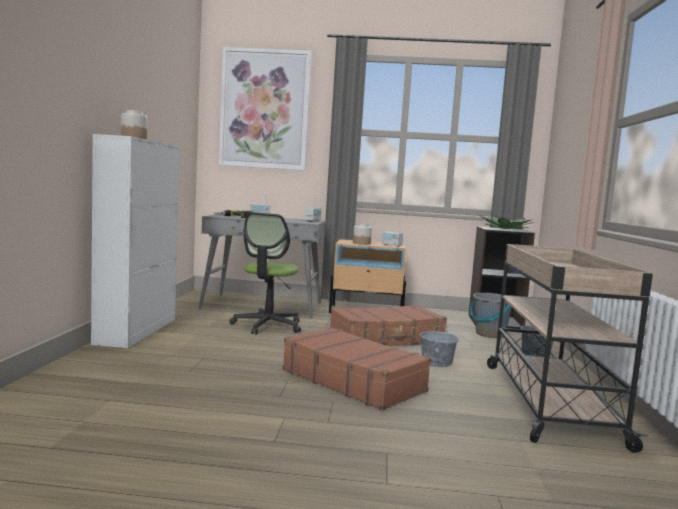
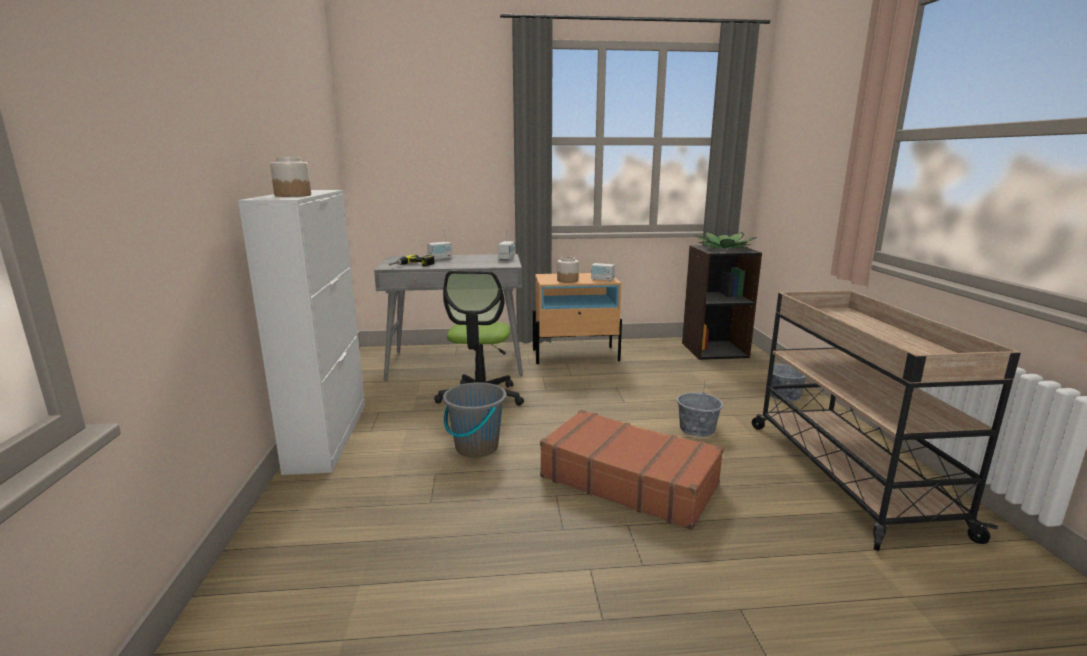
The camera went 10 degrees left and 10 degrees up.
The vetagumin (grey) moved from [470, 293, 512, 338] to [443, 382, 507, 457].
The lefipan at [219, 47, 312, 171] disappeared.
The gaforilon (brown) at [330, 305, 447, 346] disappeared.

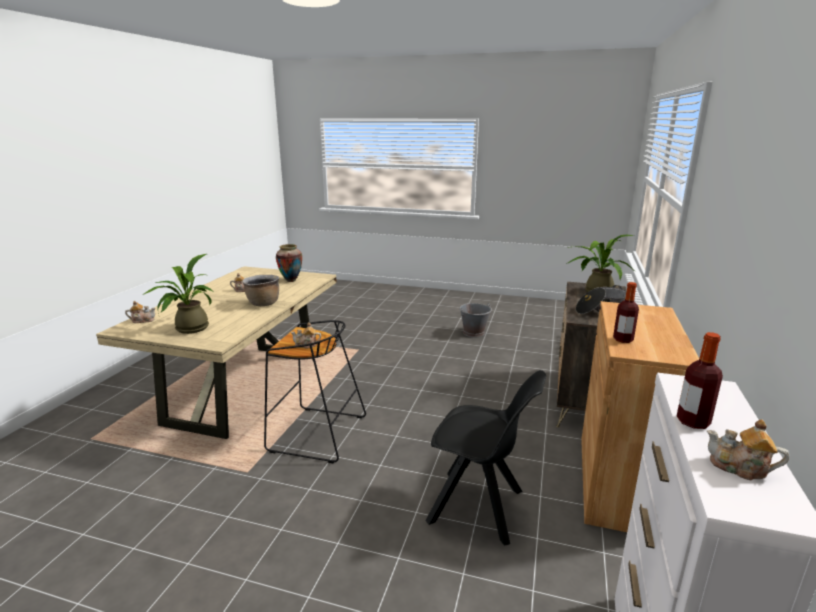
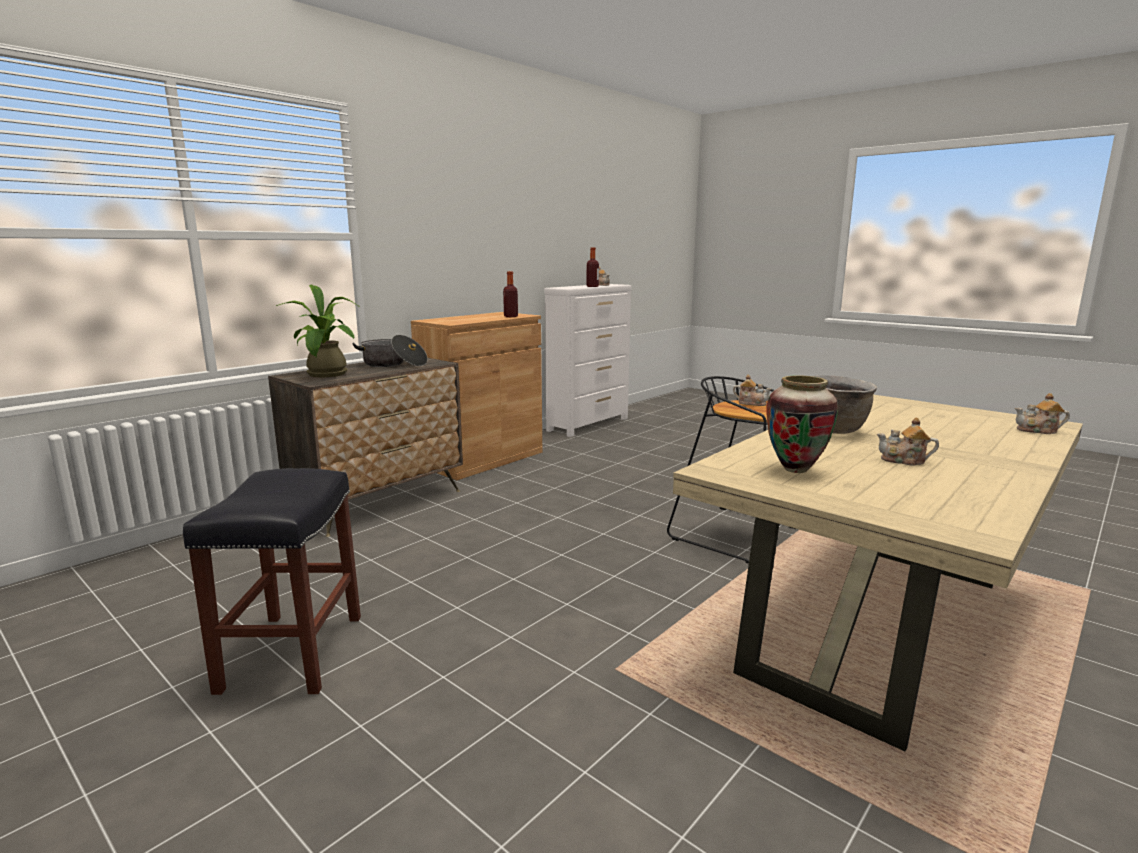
The camera went 155 degrees left and 5 degrees down.
The vetagumin (grey) at [460, 303, 492, 337] was replaced by the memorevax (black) at [183, 468, 361, 695].
The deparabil at [142, 254, 214, 334] disappeared.
The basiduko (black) at [425, 370, 546, 546] disappeared.

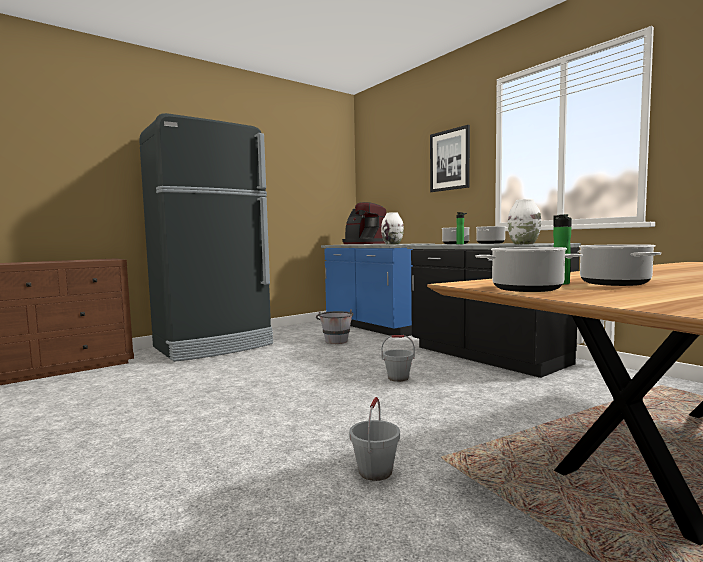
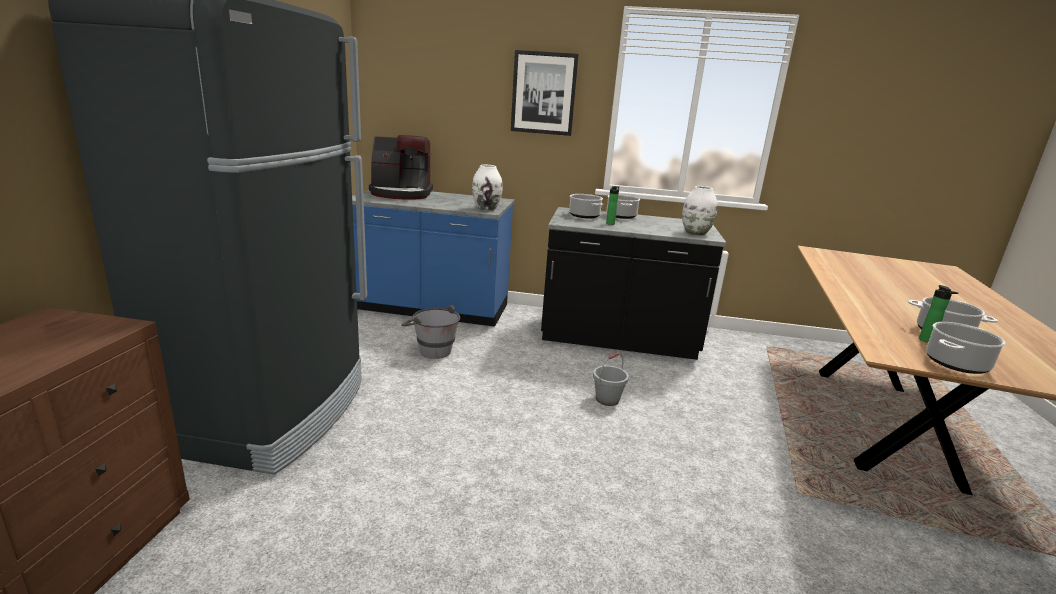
The camera went 45 degrees left and 15 degrees up.
The vetagumin (grey) at [349, 397, 400, 481] disappeared.

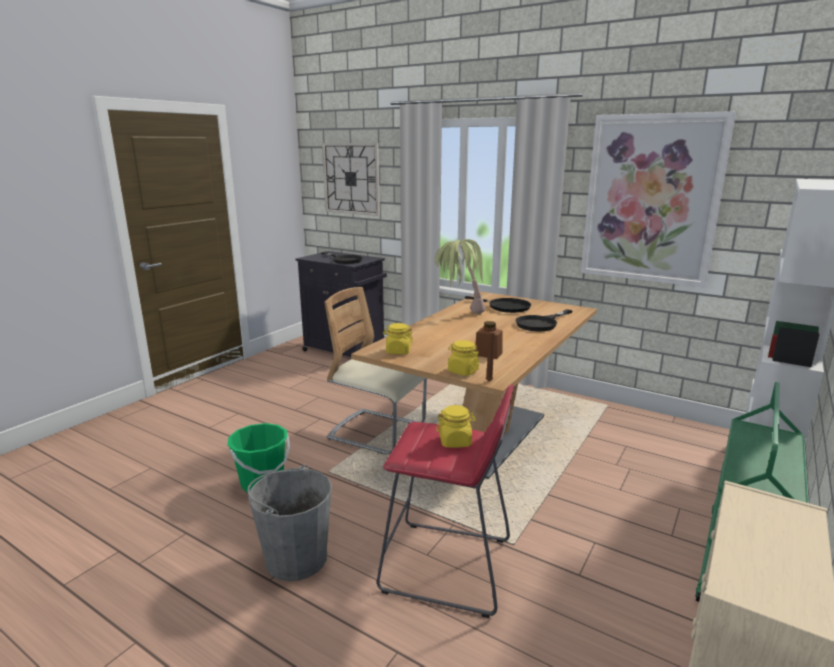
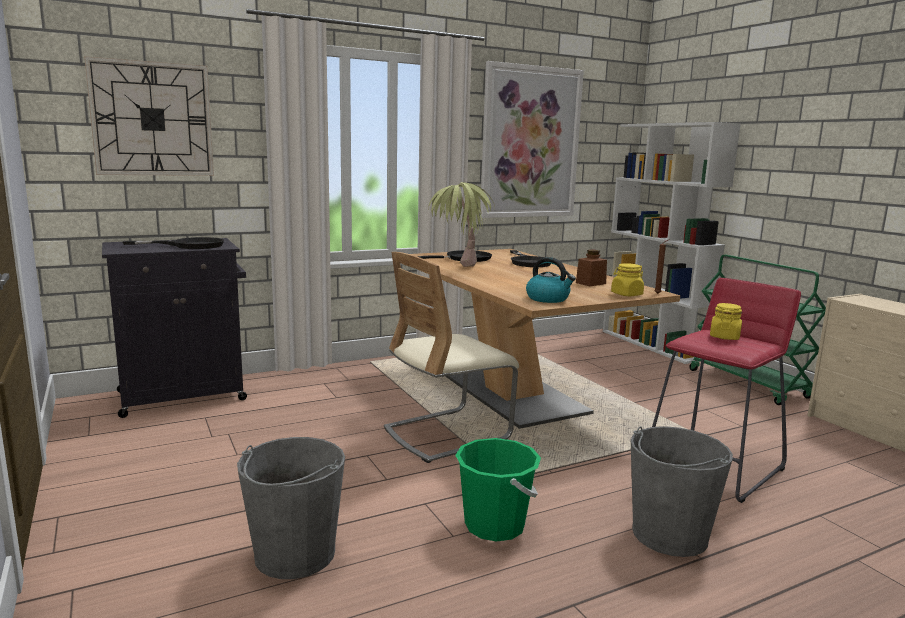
The camera went 60 degrees left and 5 degrees down.
The vetagumin (grey) at [237, 437, 345, 579] appeared.
The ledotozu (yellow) at [383, 323, 413, 354] was replaced by the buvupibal at [526, 257, 576, 303].

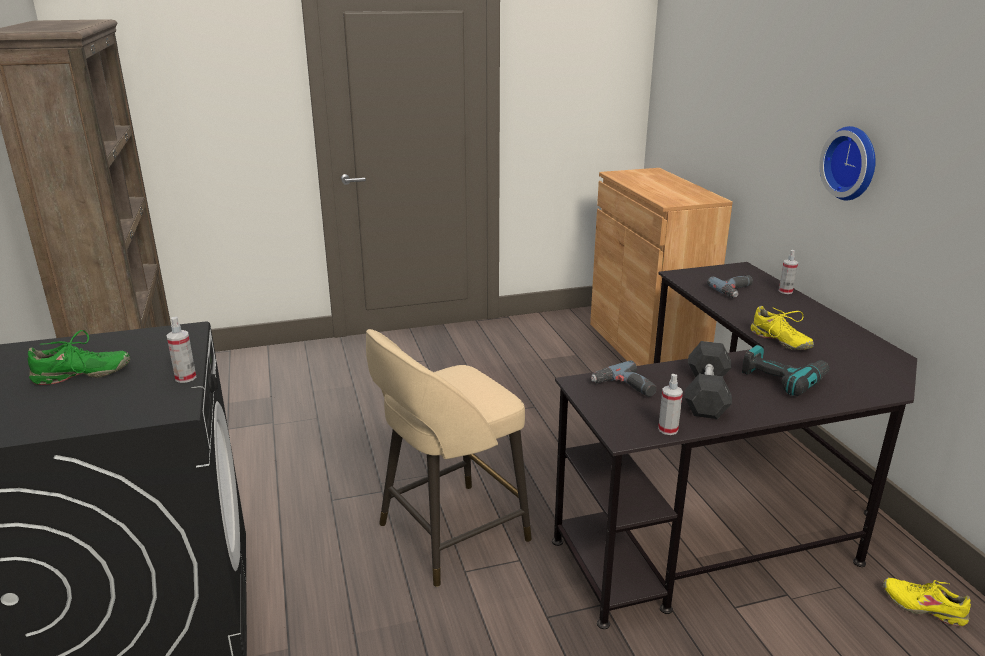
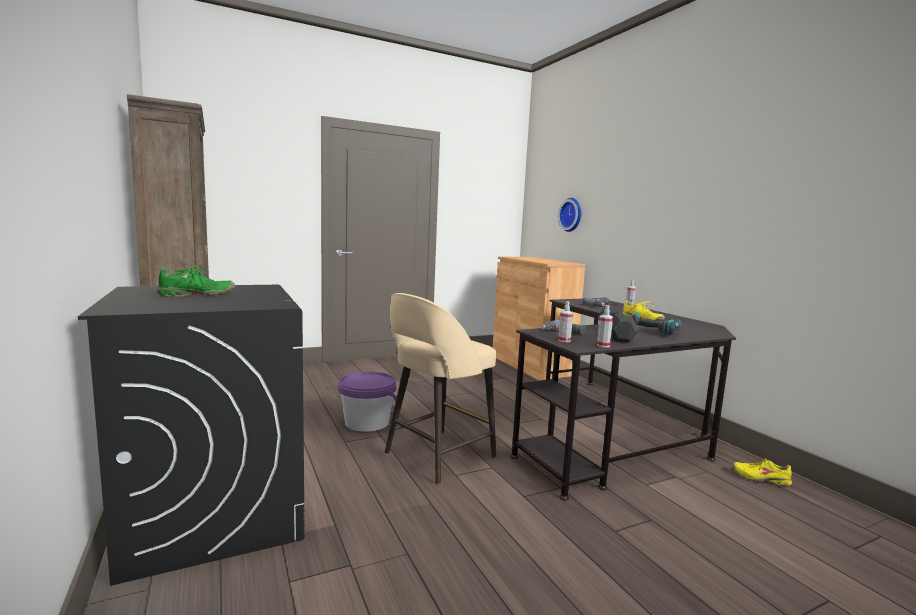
The camera went 10 degrees left and 15 degrees down.
The vetagumin (purple) at [338, 372, 397, 432] appeared.
The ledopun moved from [819, 126, 876, 201] to [558, 198, 582, 232].
The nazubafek moved from [166, 317, 196, 383] to [558, 301, 573, 342].

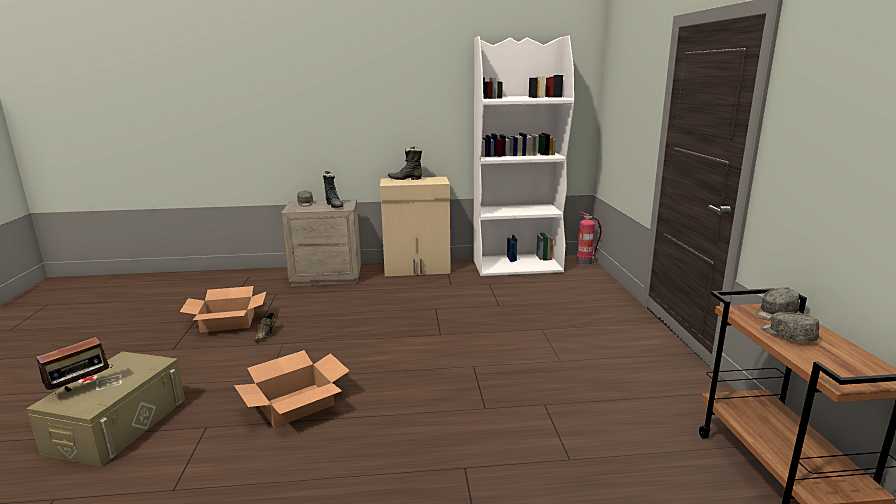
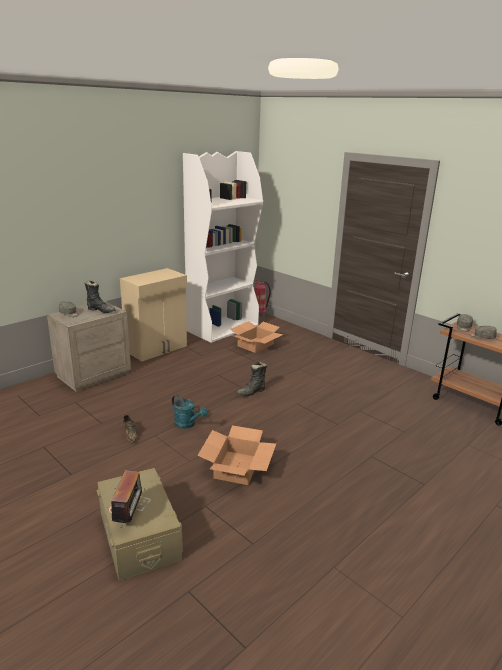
The camera went 40 degrees left and 5 degrees up.
The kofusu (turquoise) at [172, 395, 208, 429] appeared.
The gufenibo moved from [180, 286, 266, 332] to [230, 321, 283, 353].
The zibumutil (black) moved from [388, 146, 422, 180] to [236, 361, 267, 396].

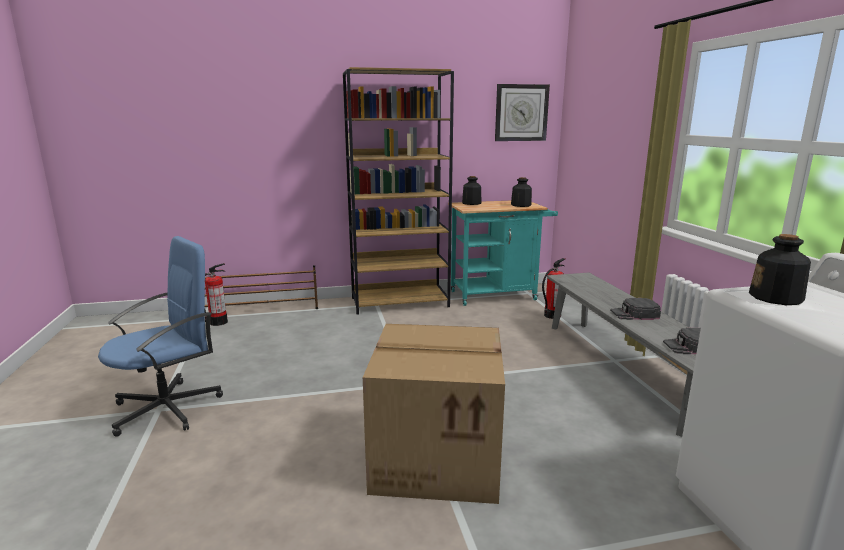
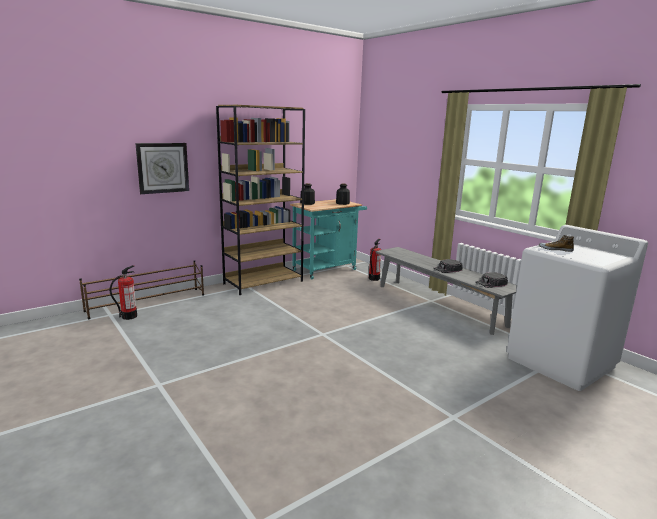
The camera went 25 degrees left and 0 degrees up.
The ledopun moved from [495, 84, 550, 141] to [135, 143, 189, 194].
The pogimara at [749, 234, 811, 305] was replaced by the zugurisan at [539, 235, 574, 252].
The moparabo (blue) at [98, 236, 223, 437] disappeared.
The gufenibo at [363, 324, 505, 504] disappeared.

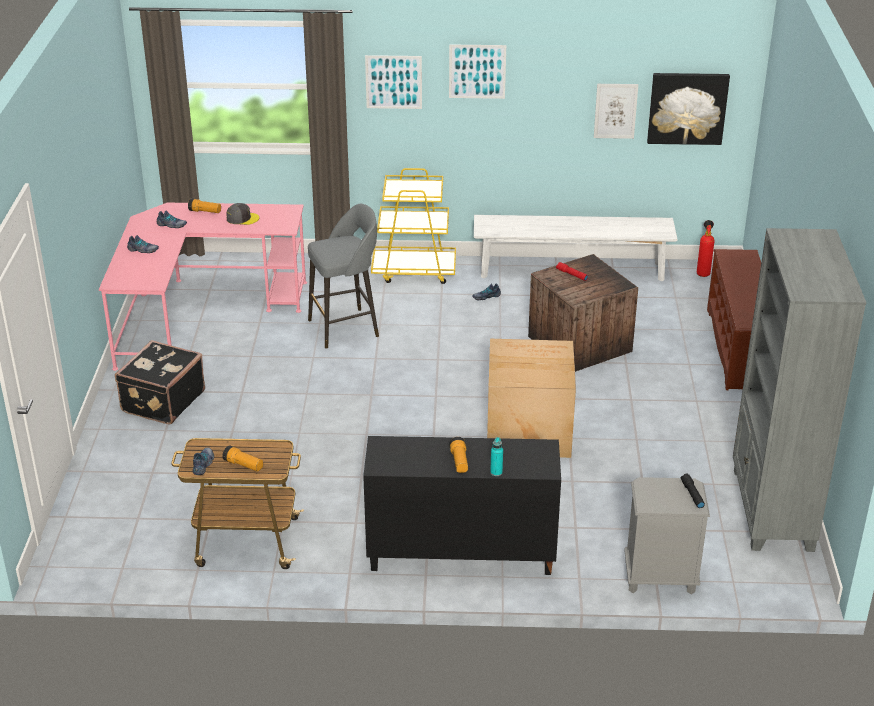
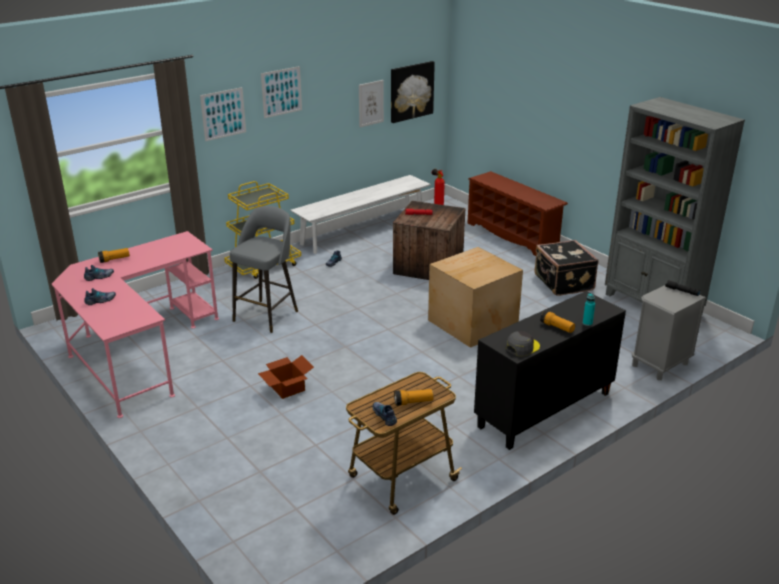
The camera went 40 degrees left and 5 degrees down.
The gufenibo at [258, 355, 314, 399] appeared.
The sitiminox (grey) moved from [226, 203, 259, 225] to [506, 331, 540, 356].
The gaforilon (black) moved from [115, 340, 205, 424] to [534, 240, 599, 296].

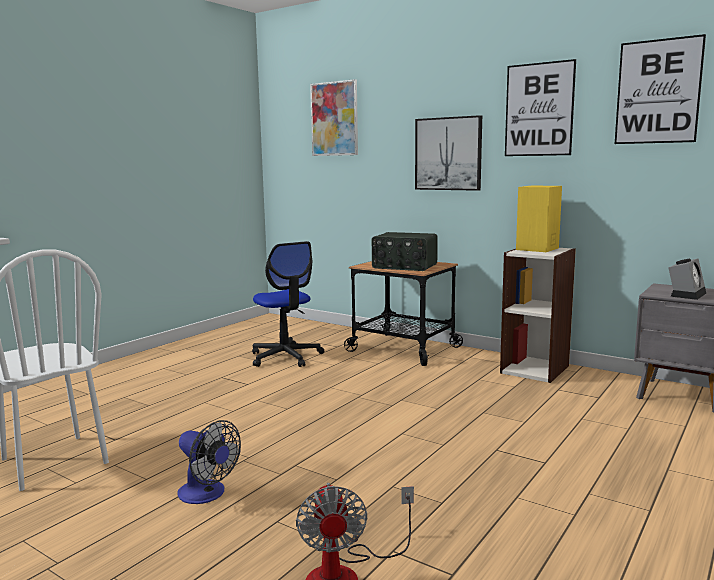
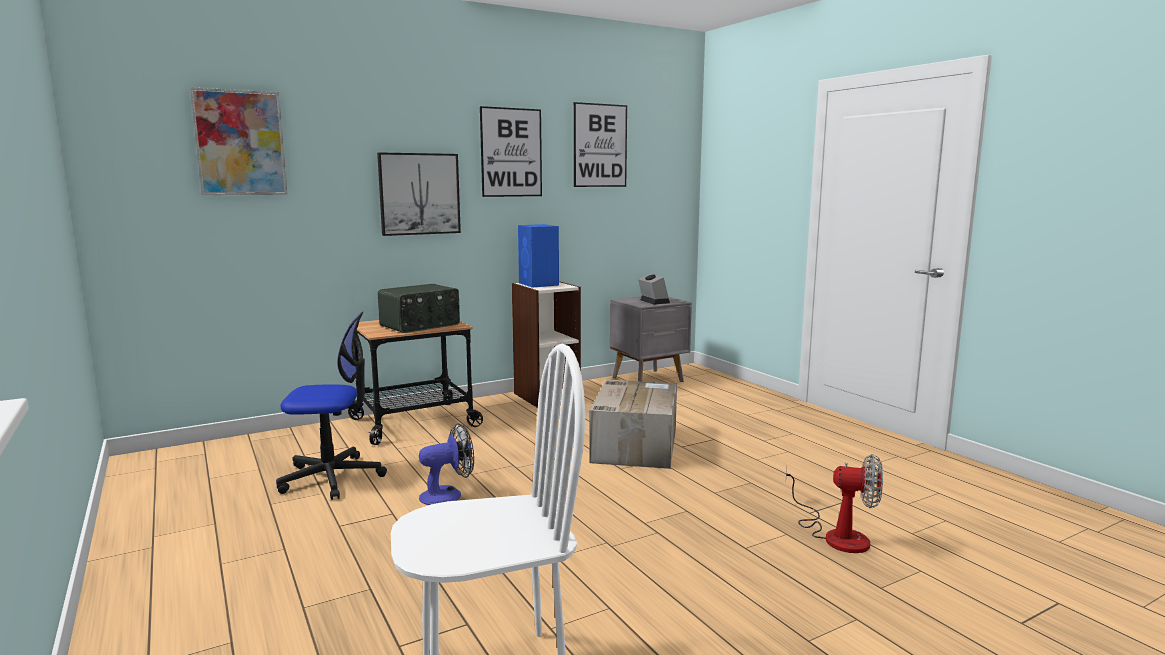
The camera went 65 degrees left and 0 degrees up.
The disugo moved from [177, 420, 241, 504] to [419, 423, 474, 505].
The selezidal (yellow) at [516, 186, 562, 252] became the selezidal (blue) at [518, 224, 559, 288].
The gufenibo at [589, 380, 677, 469] appeared.

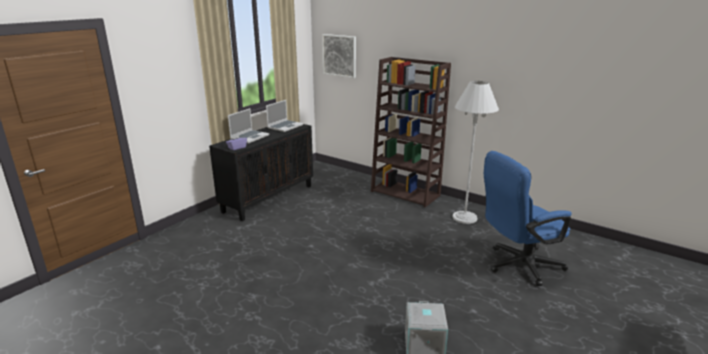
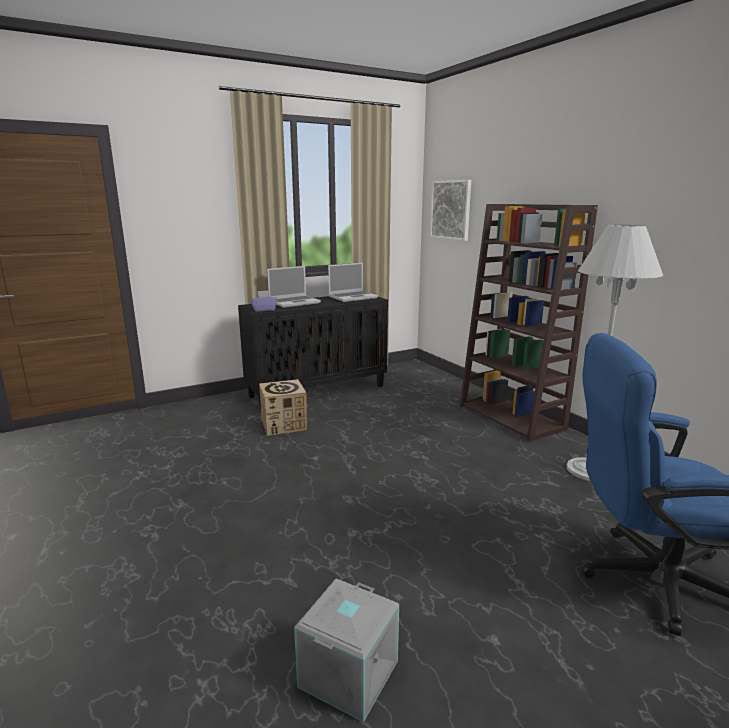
The camera went 25 degrees right and 5 degrees down.
The gufenibo at [259, 379, 307, 436] appeared.

